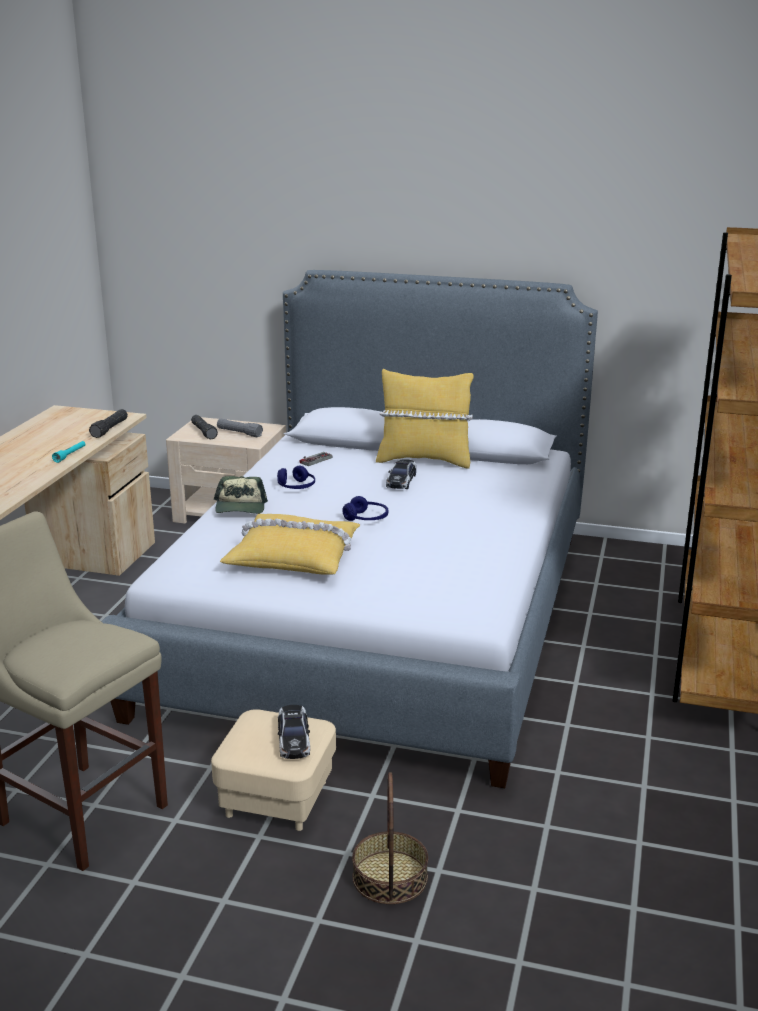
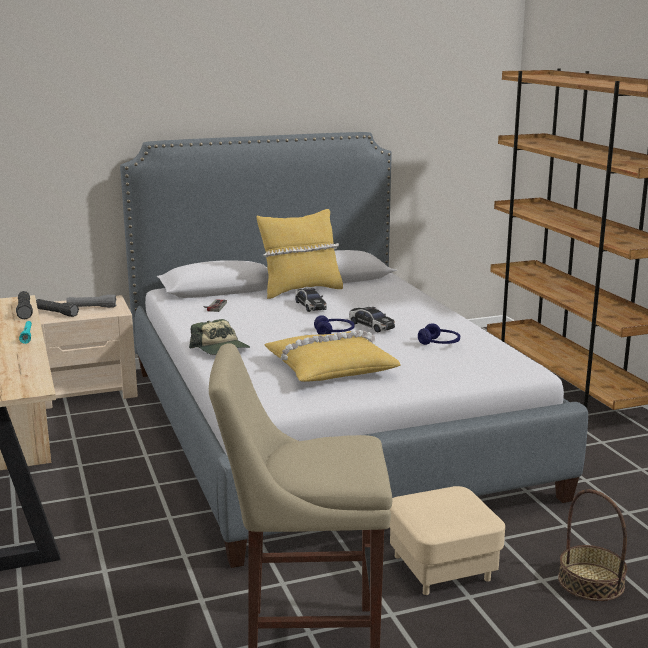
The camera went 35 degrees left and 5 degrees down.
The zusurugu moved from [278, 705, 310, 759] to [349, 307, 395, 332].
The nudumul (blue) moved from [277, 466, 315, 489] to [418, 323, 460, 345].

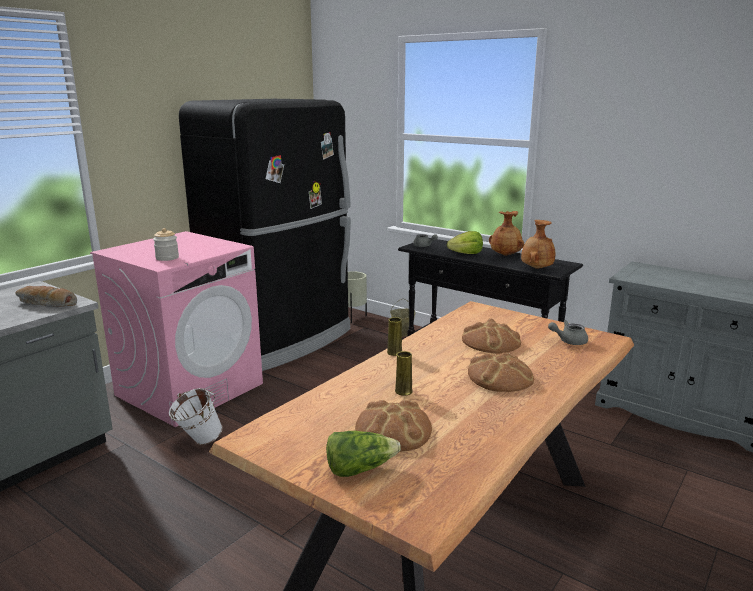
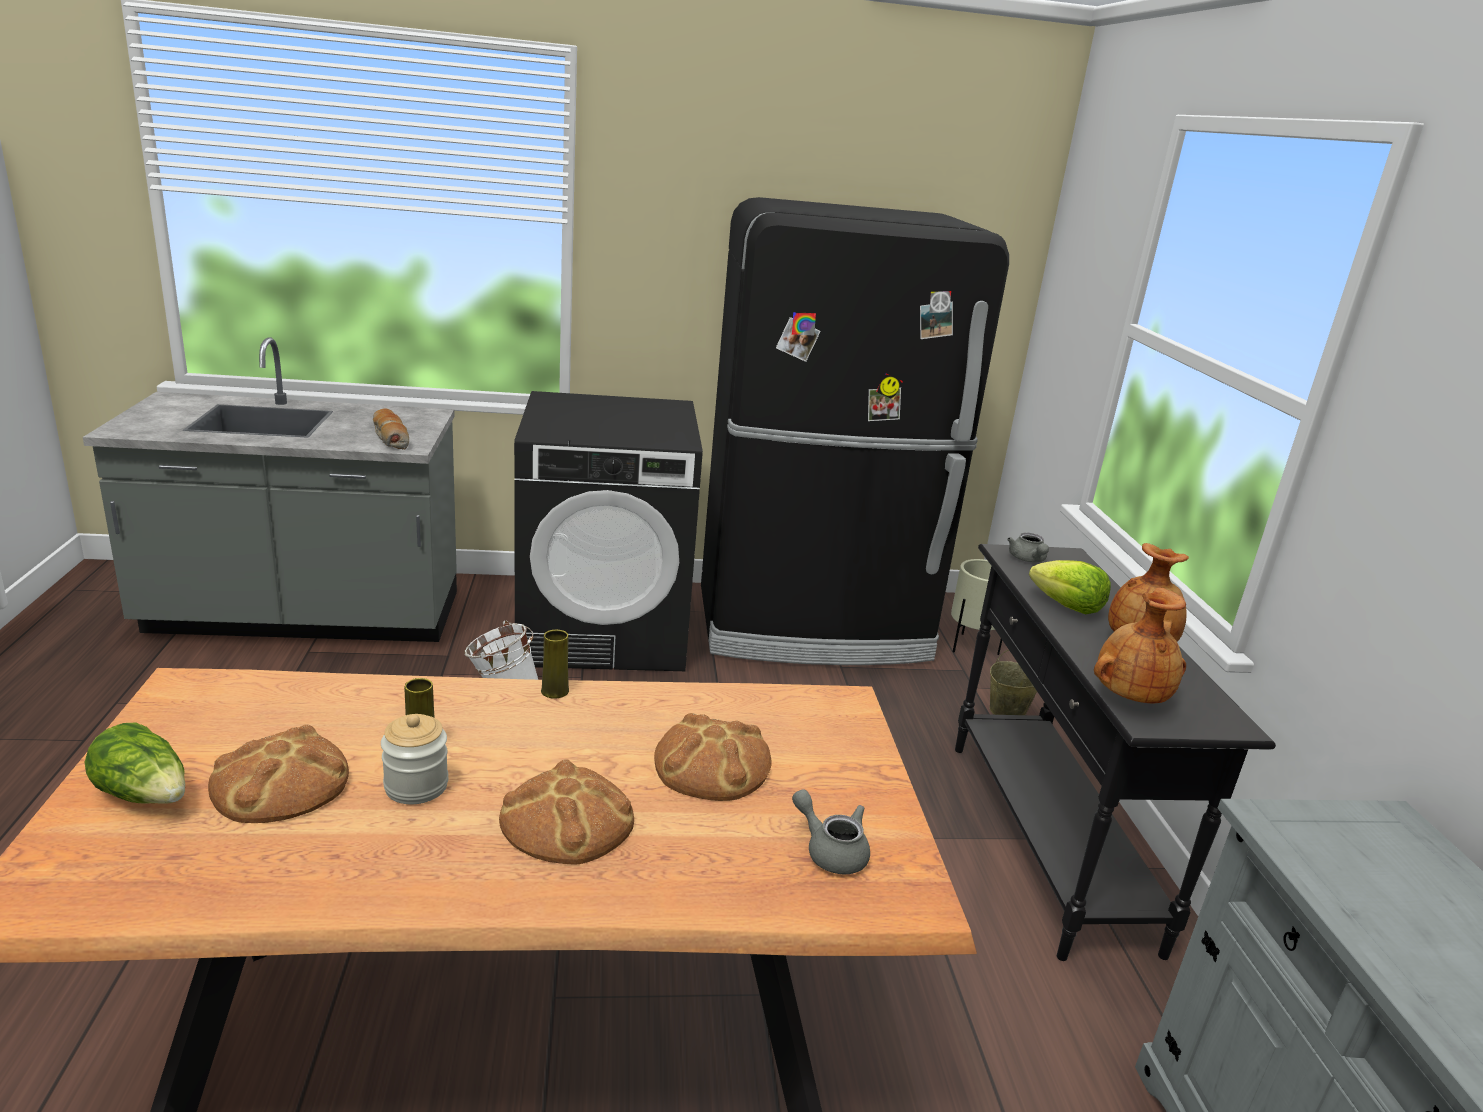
The camera went 45 degrees right and 5 degrees up.
The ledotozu moved from [153, 228, 179, 261] to [381, 714, 448, 804].
The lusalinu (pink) at [90, 231, 263, 427] became the lusalinu (black) at [514, 391, 703, 671].

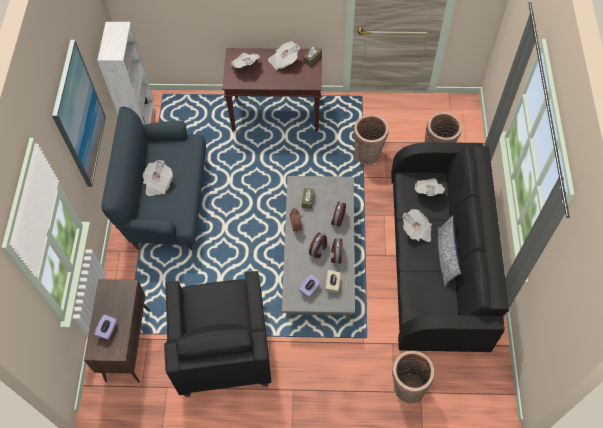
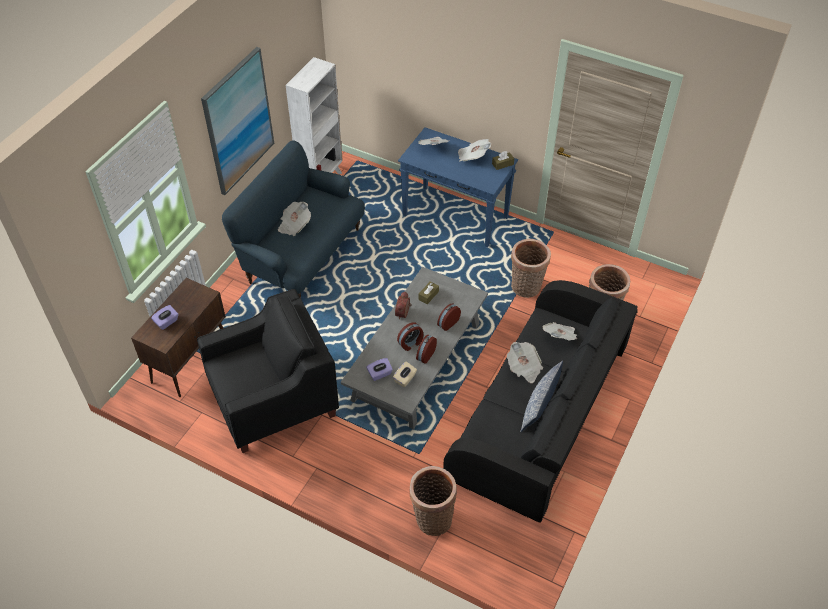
The camera went 25 degrees right and 10 degrees down.
The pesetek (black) at [164, 271, 272, 397] turned 135 degrees counterclockwise.
The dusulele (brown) at [222, 48, 322, 132] became the dusulele (blue) at [398, 127, 518, 247].

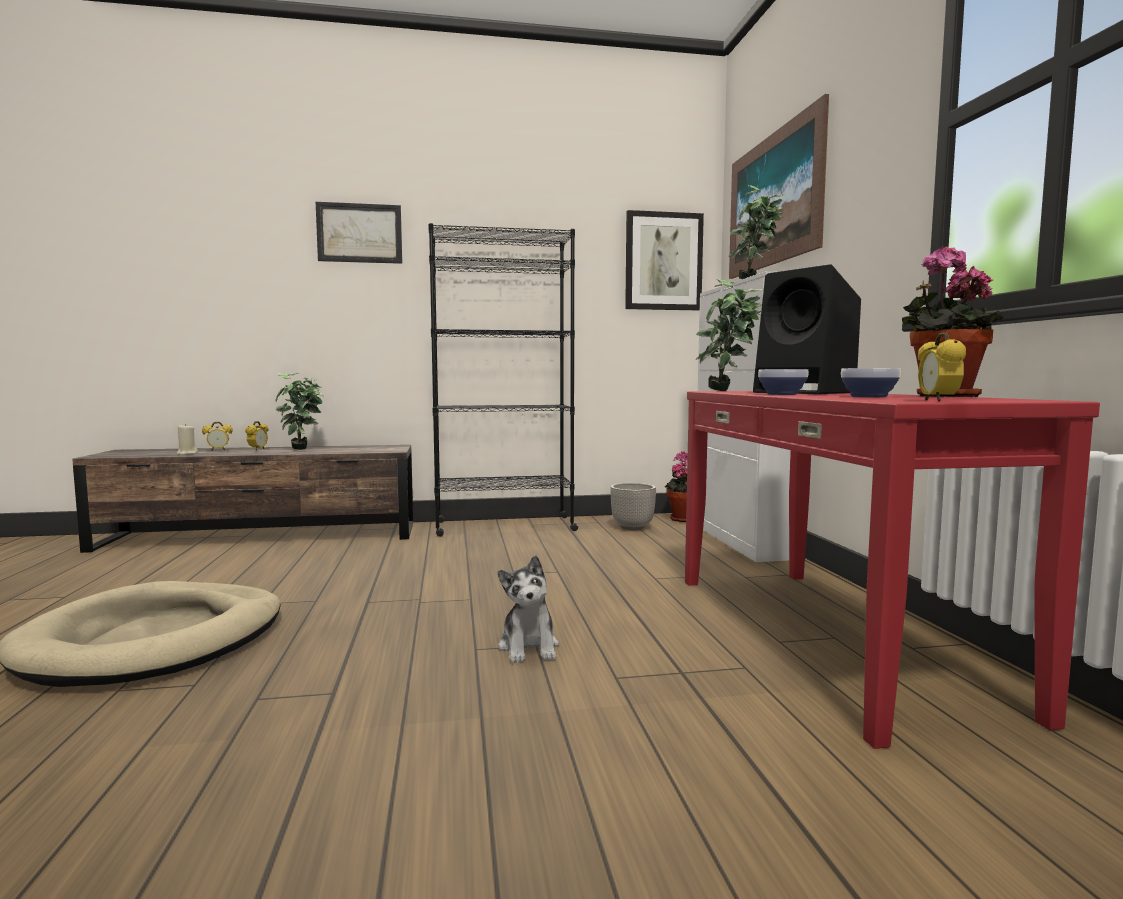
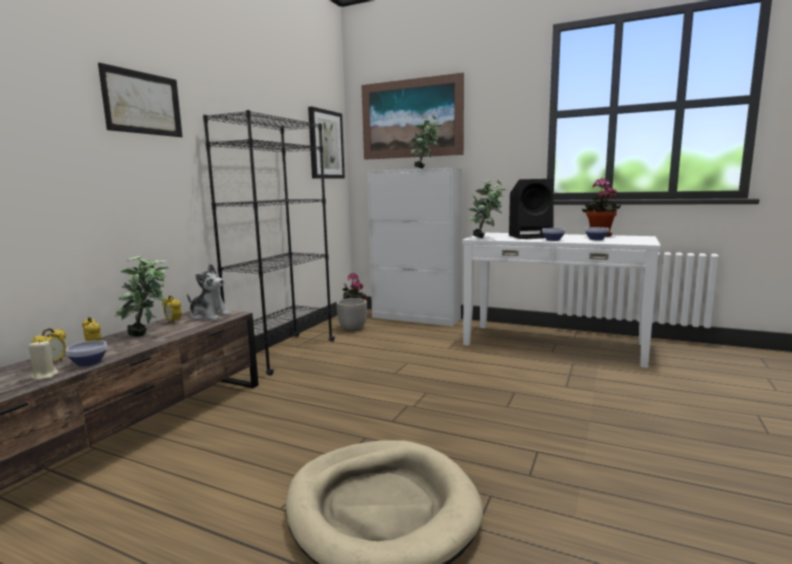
The camera went 55 degrees left and 5 degrees up.
The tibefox at [66, 340, 107, 366] appeared.
The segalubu moved from [918, 332, 966, 402] to [162, 295, 182, 324].
The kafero moved from [498, 555, 559, 663] to [187, 264, 232, 320].
The dusulele (red) at [685, 391, 1100, 749] became the dusulele (white) at [462, 233, 661, 368].

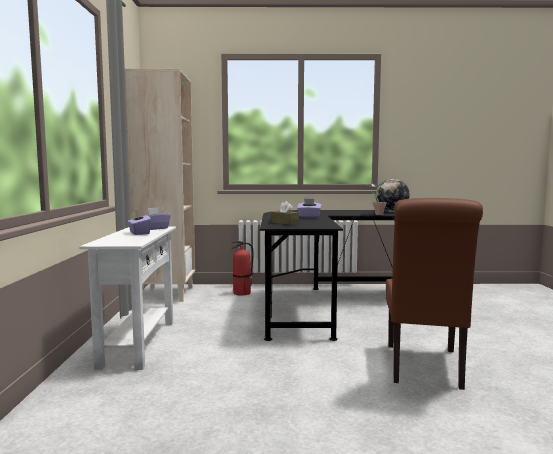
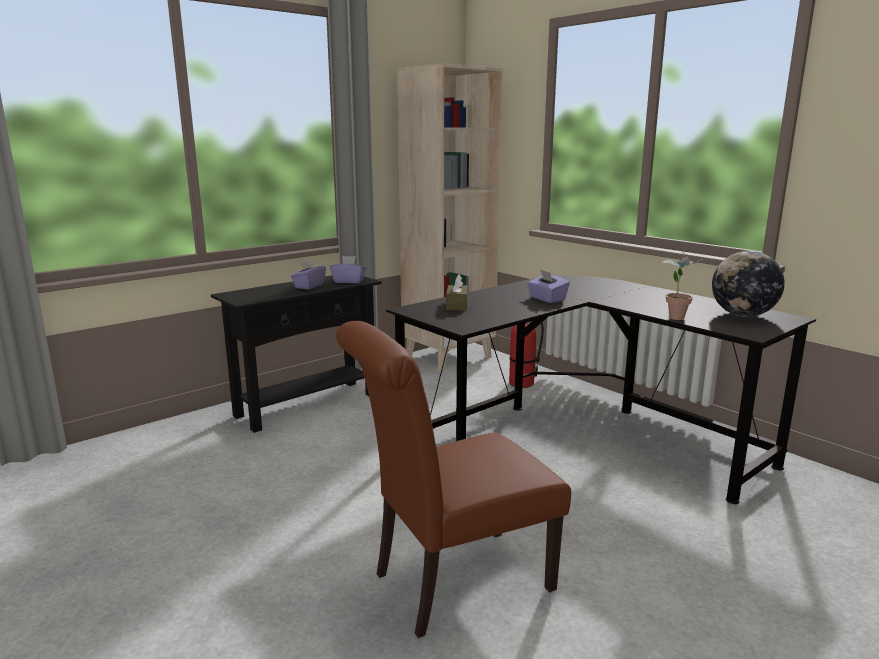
The camera went 50 degrees right and 10 degrees up.
The dusulele (white) at [79, 227, 176, 370] became the dusulele (black) at [211, 275, 382, 433].

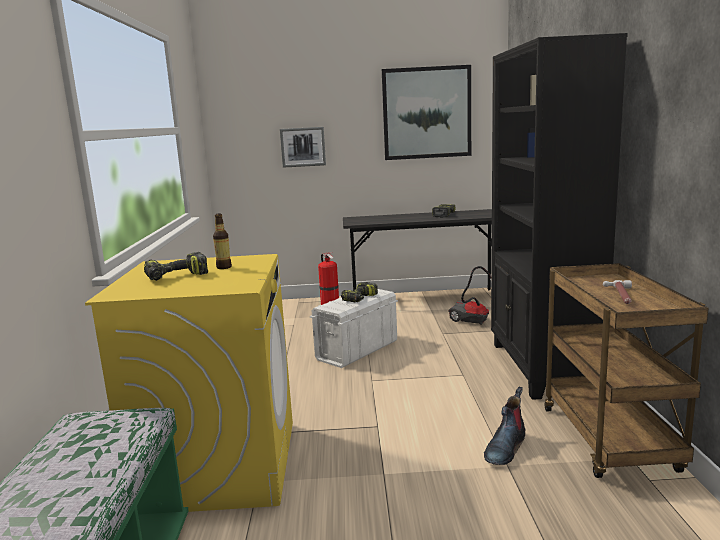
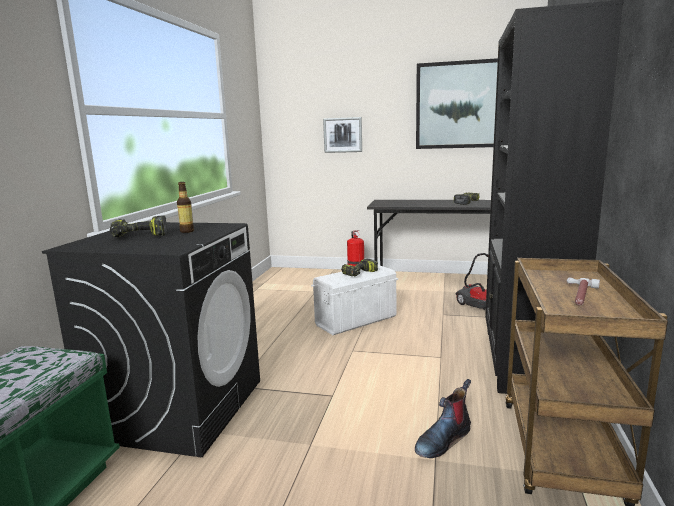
The camera went 15 degrees right and 0 degrees up.
The lusalinu (yellow) at [85, 254, 293, 512] became the lusalinu (black) at [42, 222, 260, 457].

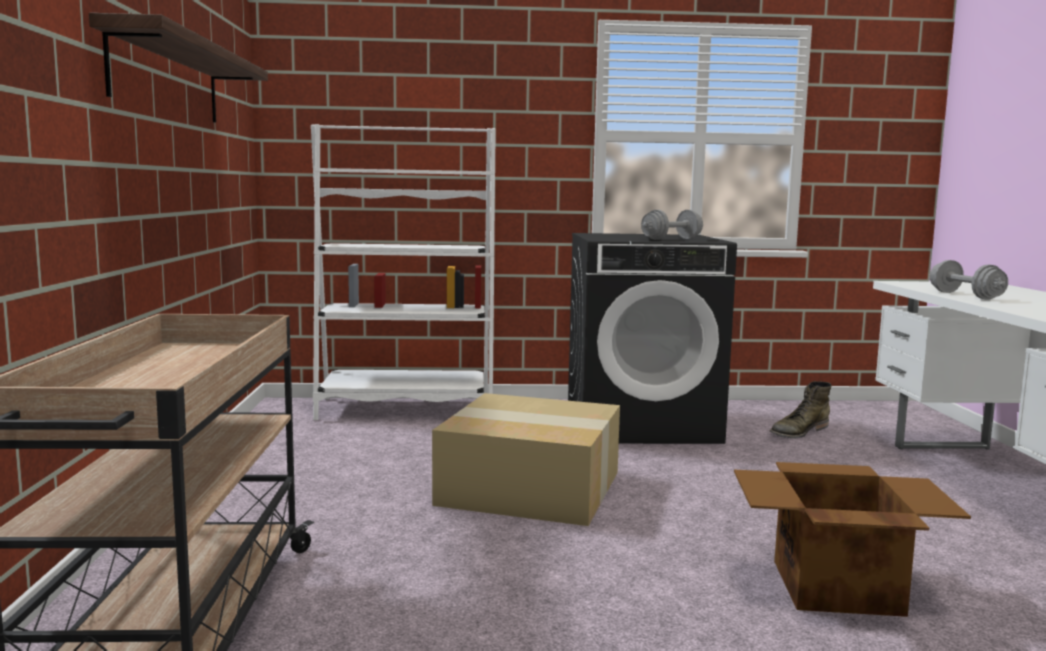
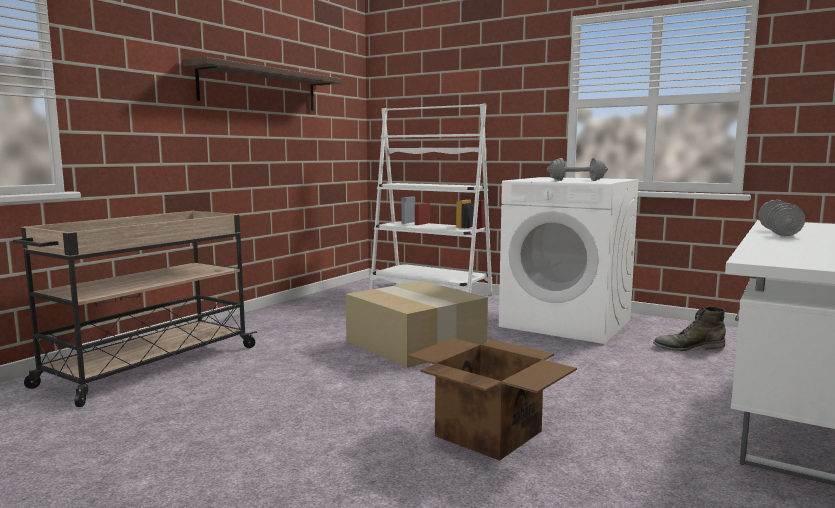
The camera went 35 degrees right and 0 degrees up.
The lusalinu (black) at [568, 233, 737, 444] became the lusalinu (white) at [499, 177, 639, 344].

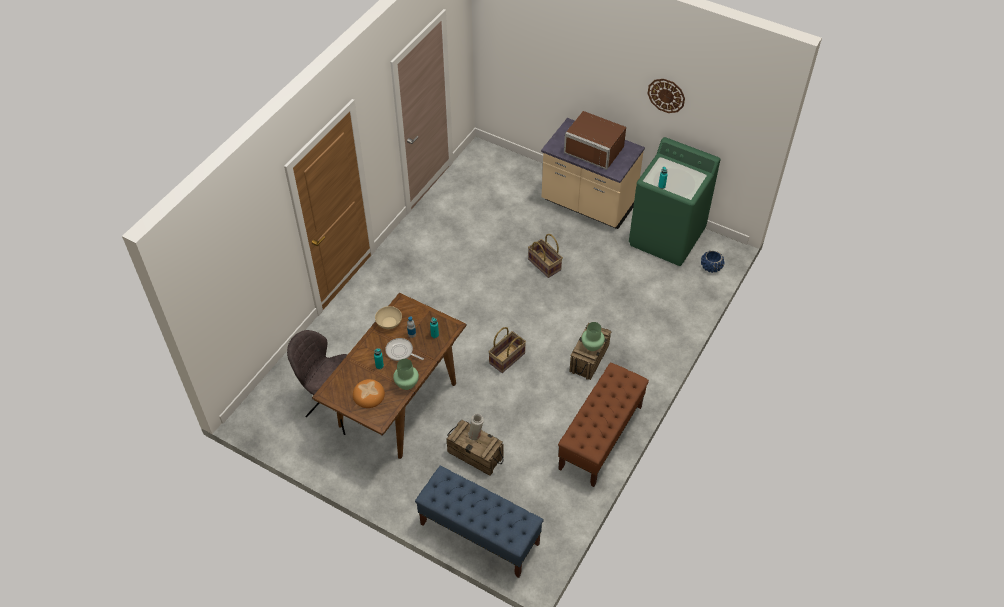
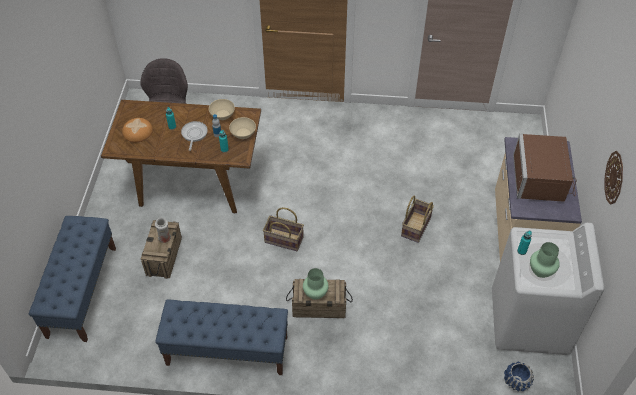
The camera went 65 degrees right and 0 degrees up.
The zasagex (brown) at [558, 363, 649, 487] became the zasagex (blue) at [155, 300, 288, 375].
The tibefox (beige) at [229, 117, 256, 139] appeared.
The lusalinu (green) at [629, 137, 720, 266] became the lusalinu (white) at [492, 223, 604, 355].
The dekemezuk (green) moved from [393, 359, 419, 390] to [530, 242, 560, 278].

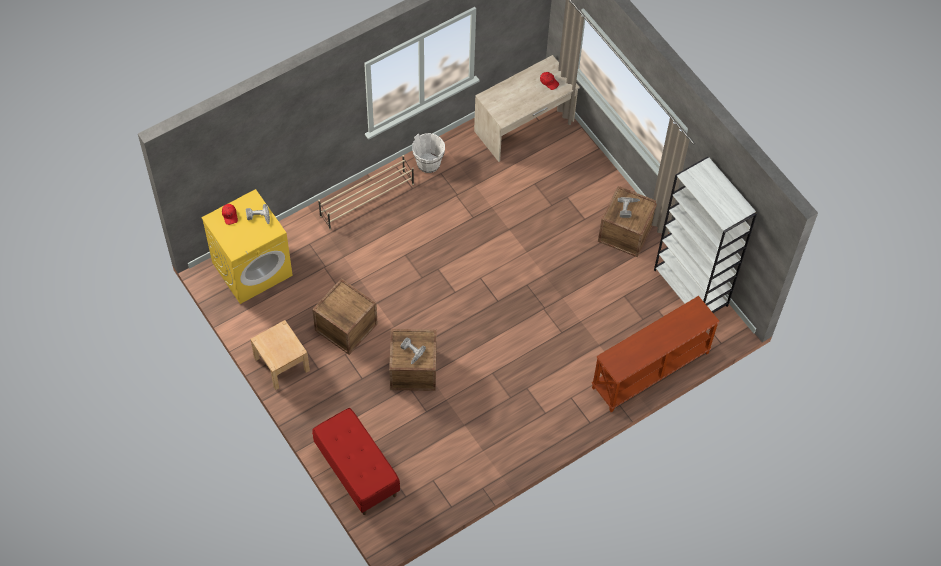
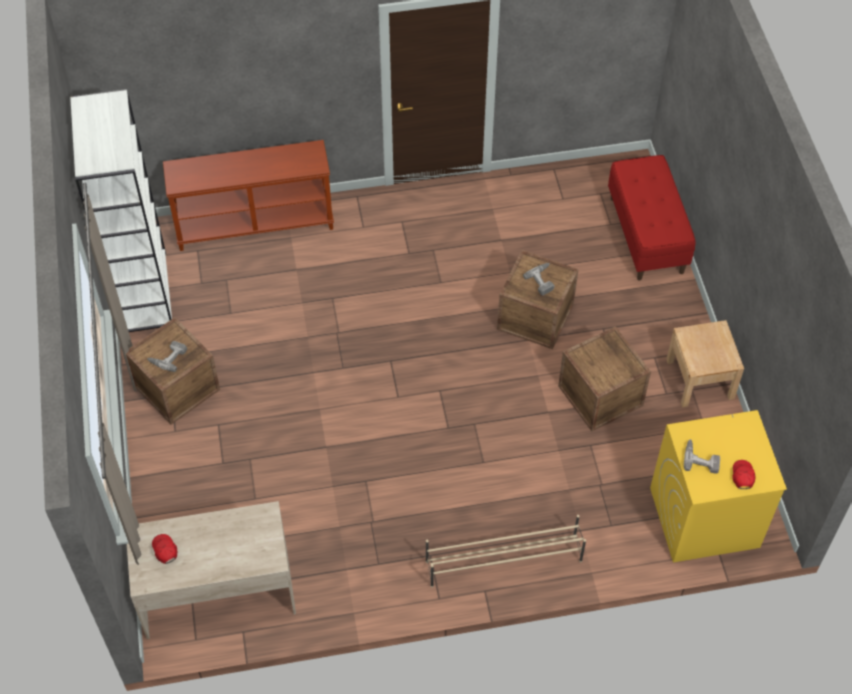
The camera went 155 degrees left and 5 degrees down.
The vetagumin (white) at [412, 133, 445, 173] disappeared.

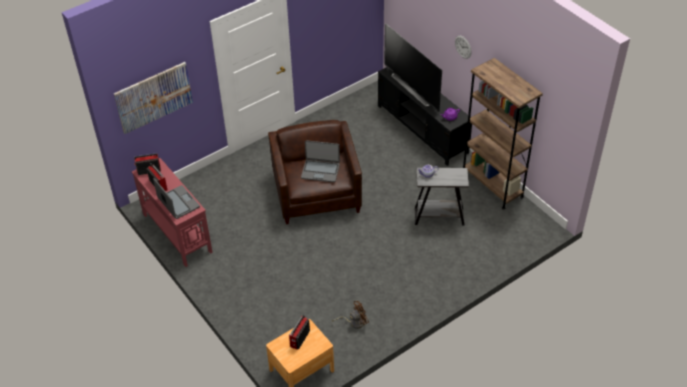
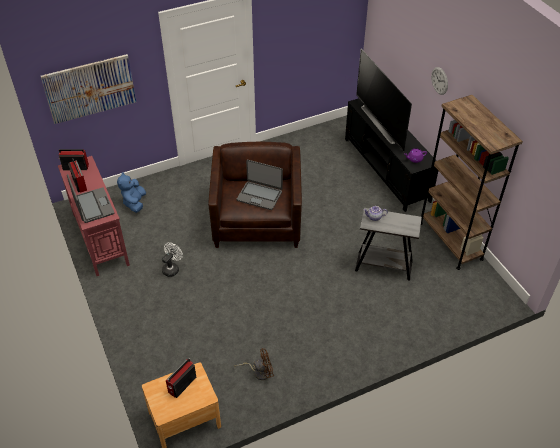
The camera went 10 degrees right and 0 degrees up.
The kafero (blue) at [117, 172, 146, 213] appeared.
The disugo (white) at [162, 242, 183, 277] appeared.

